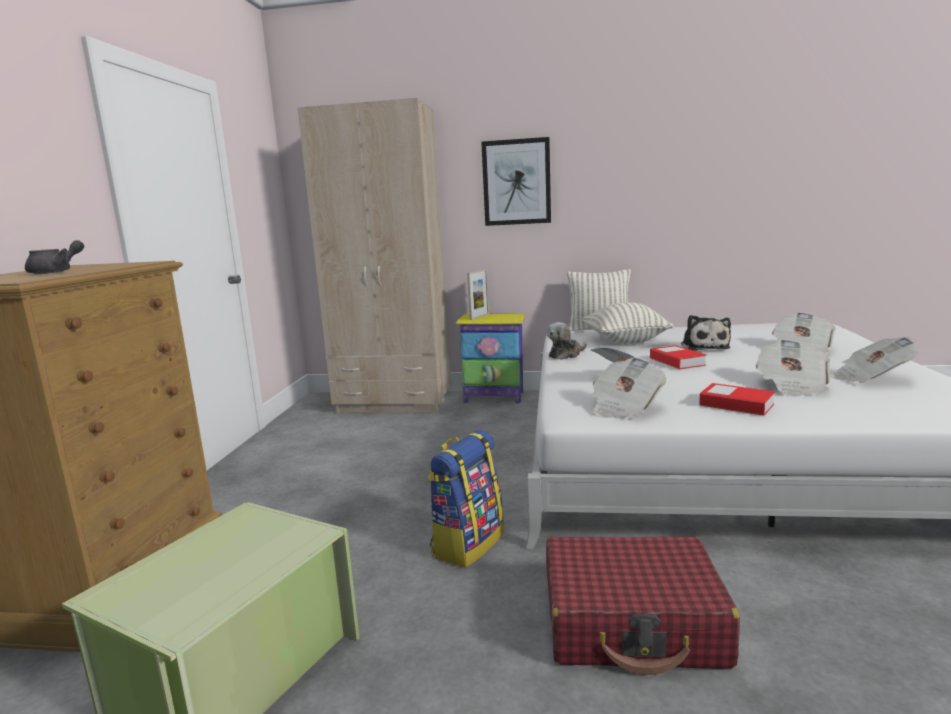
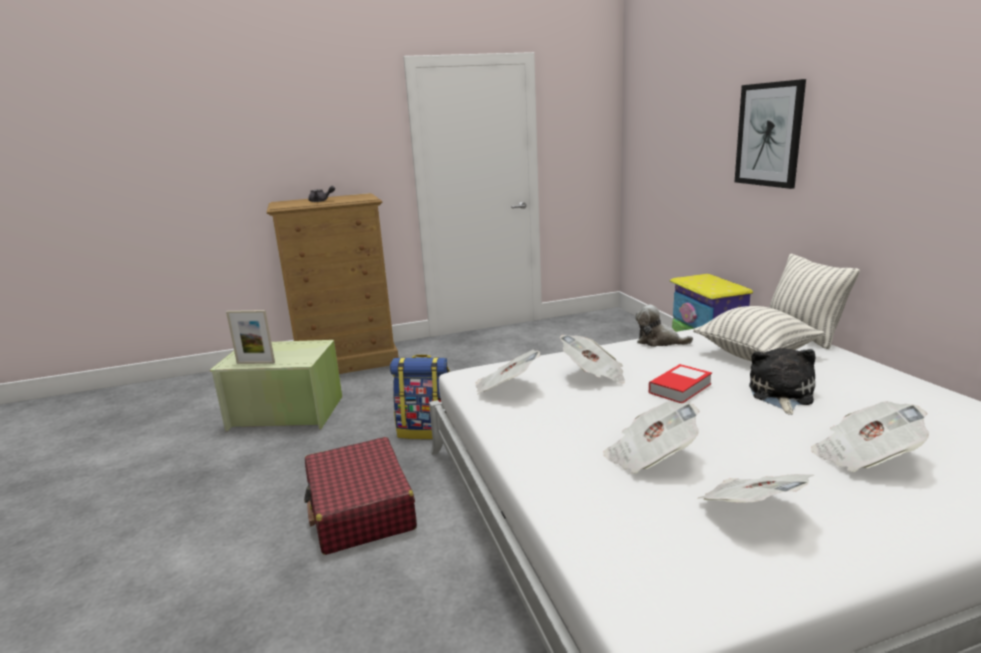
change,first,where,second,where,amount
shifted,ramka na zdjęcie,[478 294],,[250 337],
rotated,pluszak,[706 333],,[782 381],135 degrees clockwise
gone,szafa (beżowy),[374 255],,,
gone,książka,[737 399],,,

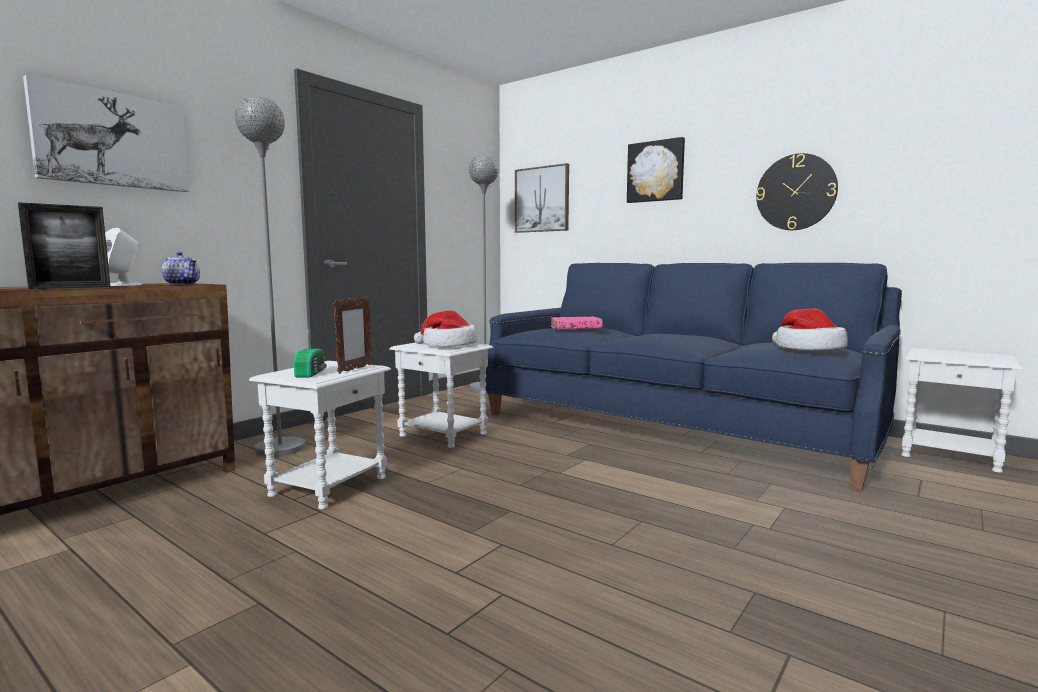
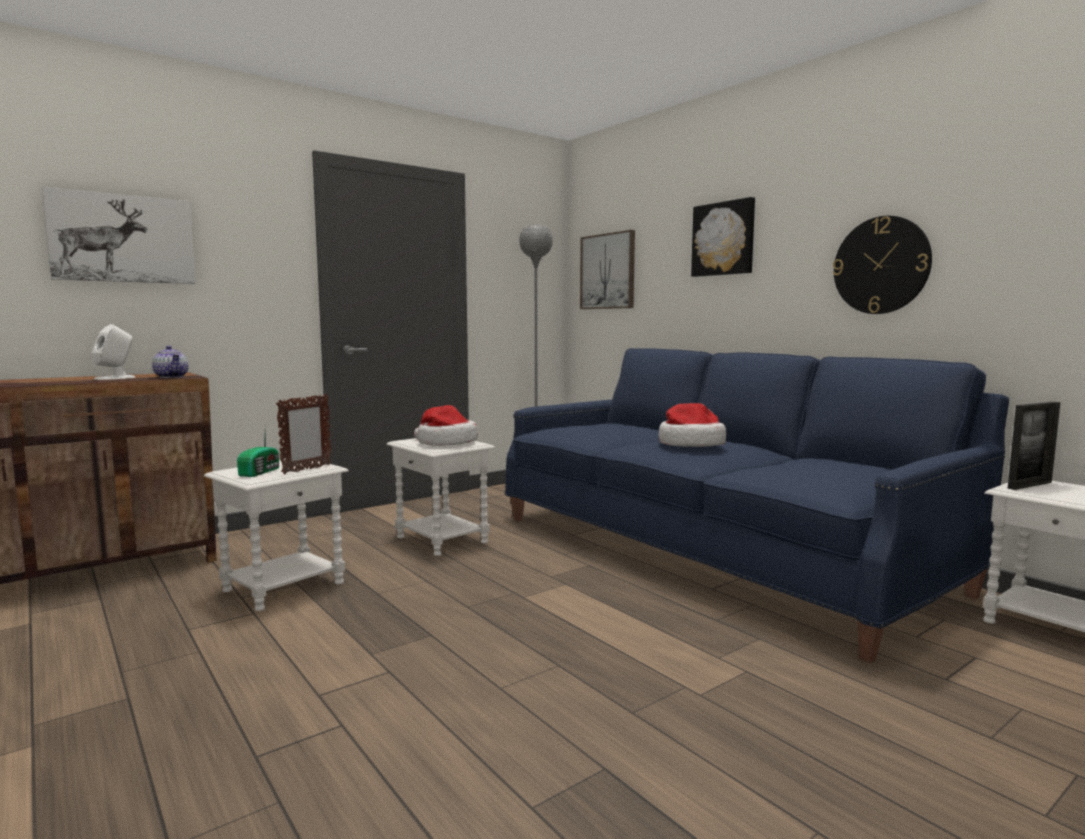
change,first,where,second,where,amount
shifted,kapelusz,[810 329],,[692 425],
shifted,ramka na zdjęcie,[64 245],,[1034 446],
gone,lampa stojąca (szary),[270 276],,,
gone,książka (różowy),[577 323],,,

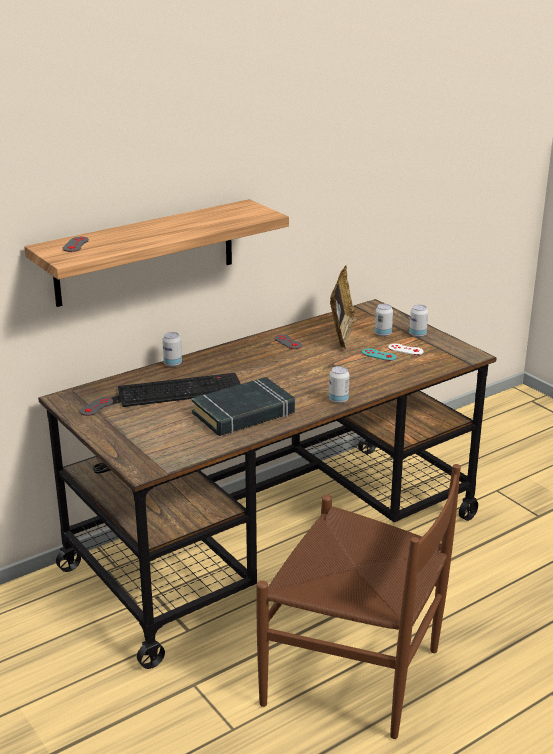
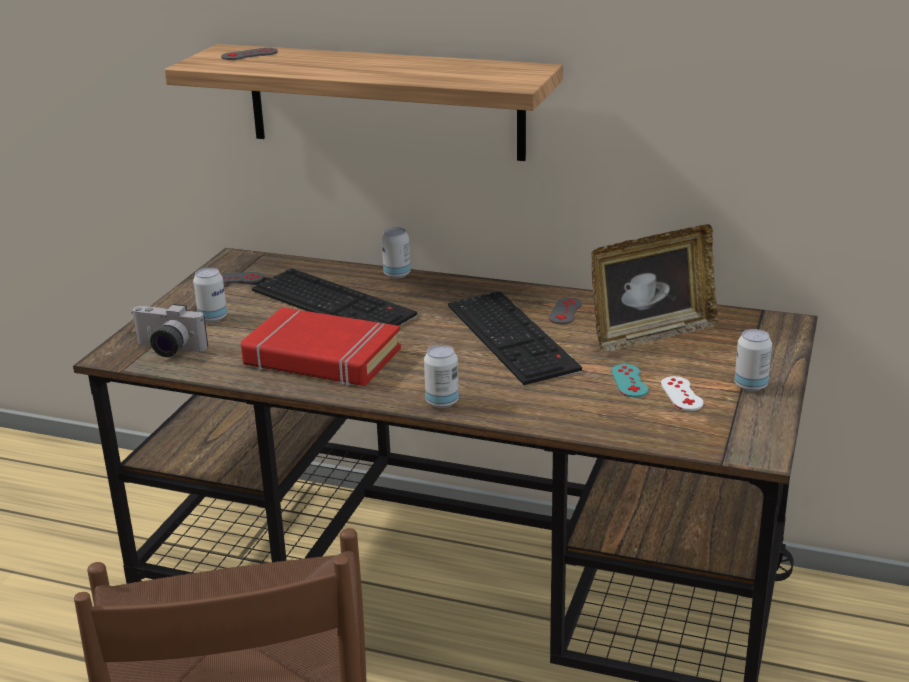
change,first,where,second,where,amount
new,,,aparat fotograficzny,[169 330],
shifted,puszka,[384 320],,[210 295],
repainted,książka (czarny),[243 406],książka (czerwony),[321 346],
new,,,klawiatura,[515 338],

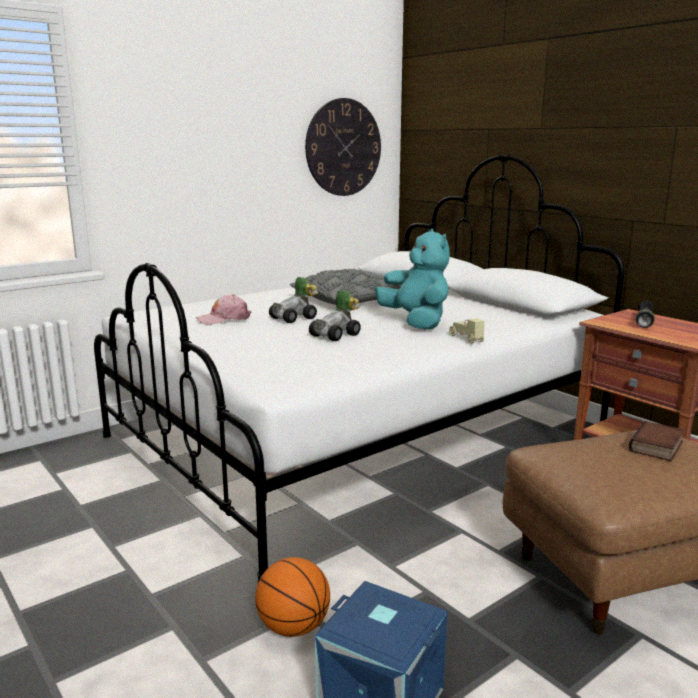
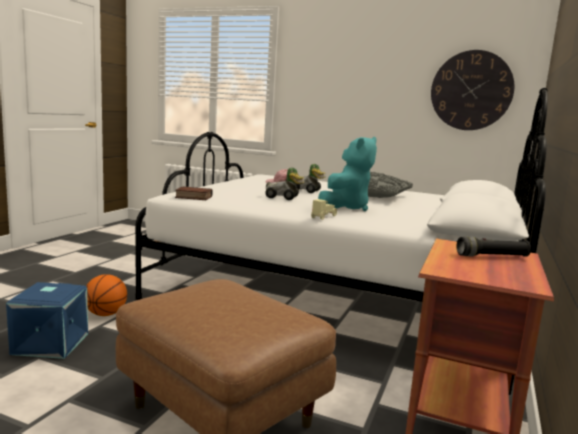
change,first,where,second,where,amount
shifted,książka,[657 441],,[194 193],

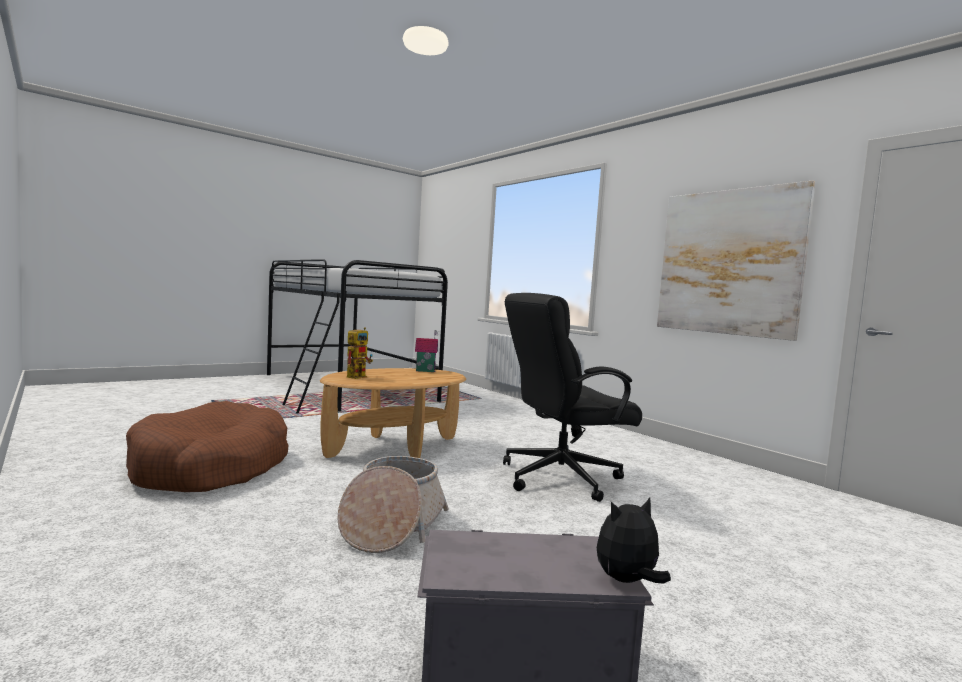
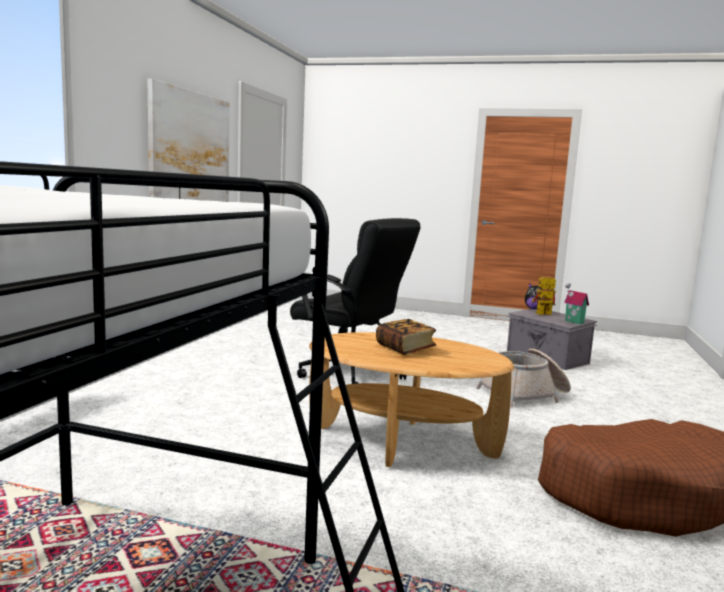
change,first,where,second,where,amount
new,,,książka,[406 337],
shifted,robot zabawkowy,[360 353],,[544 295],
shifted,domek,[426 351],,[576 303],

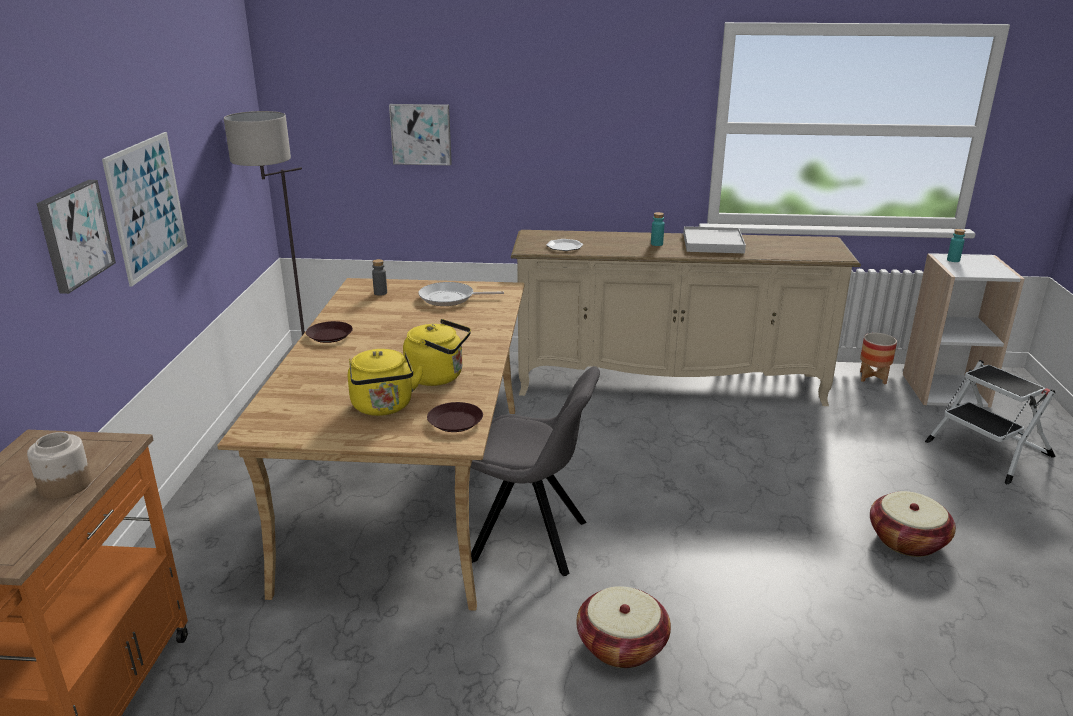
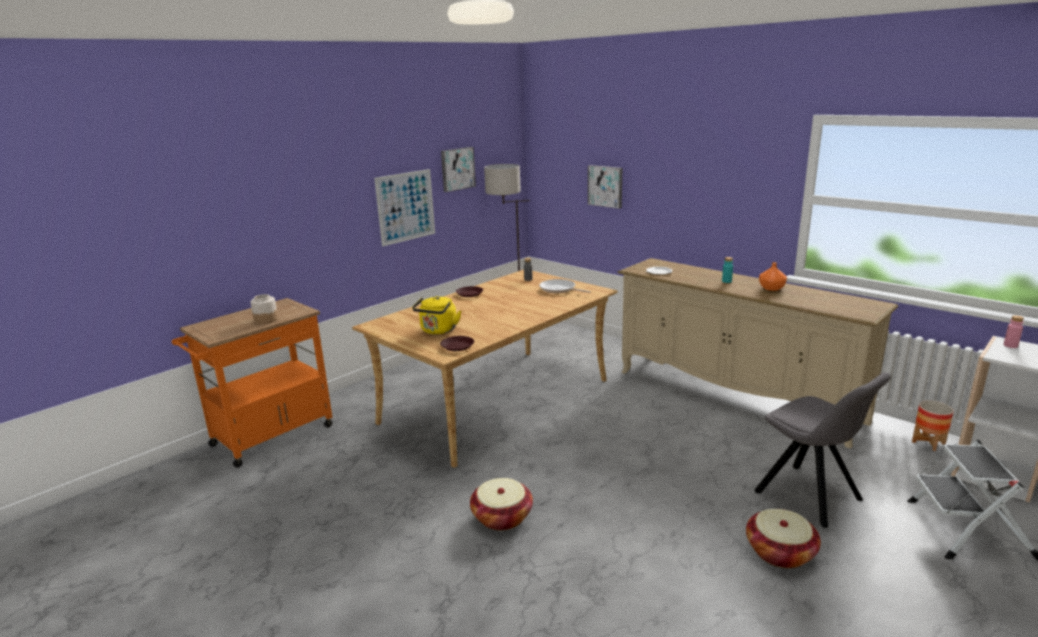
change,first,where,second,where,amount
shifted,obraz,[76 237],,[458 169],
shifted,krzesło (szary),[535 471],,[823 450],
swapped,taca (biały),[714 239],wazon (pomarańczowy),[773 276],
repainted,butelka (turkusowy),[956 245],butelka (różowy),[1013 331],
gone,czajnik (żółty),[437 352],,,

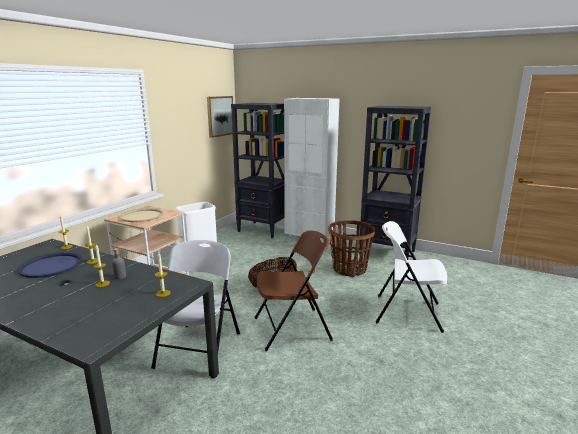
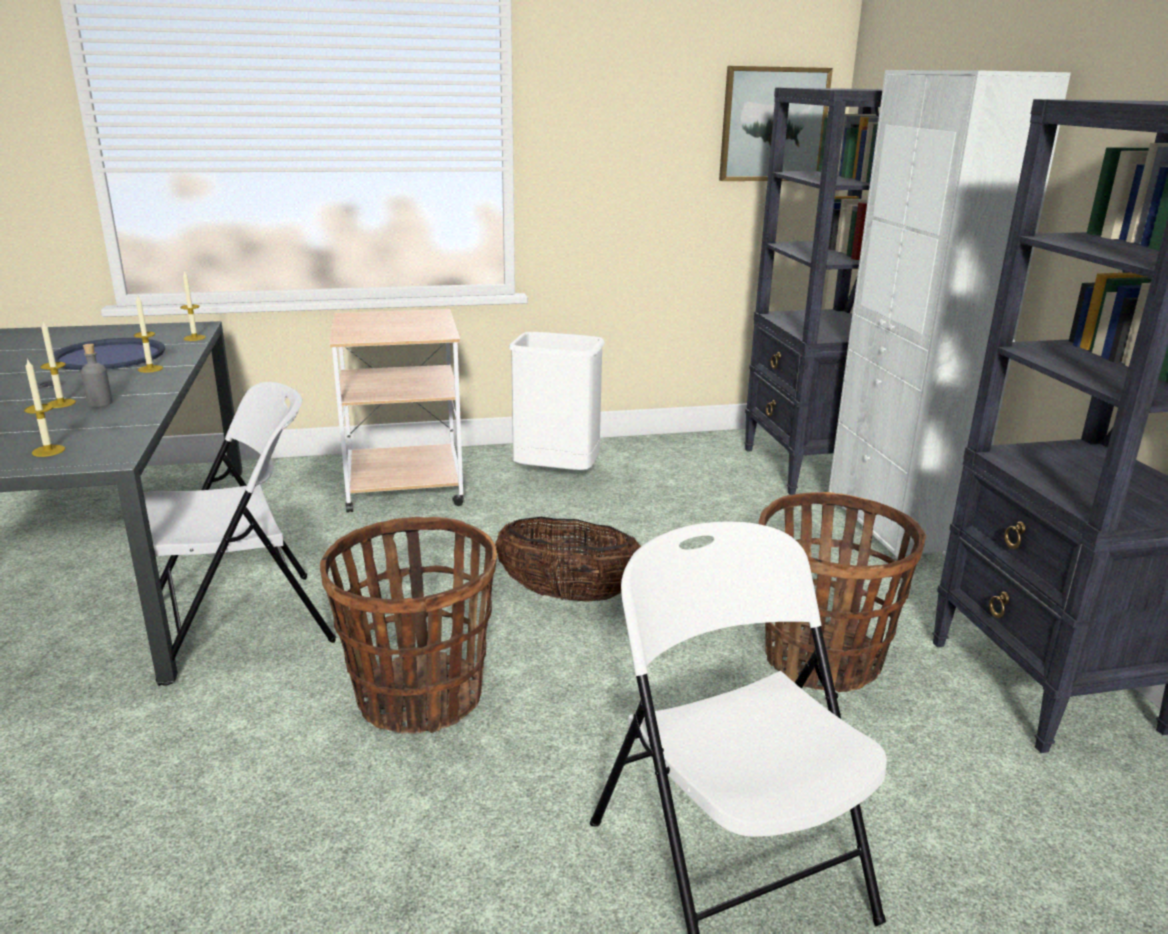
change,first,where,second,where,amount
swapped,krzesło (brązowy),[294 291],koszyk,[408 625],
gone,taca (beżowy),[142 215],,,

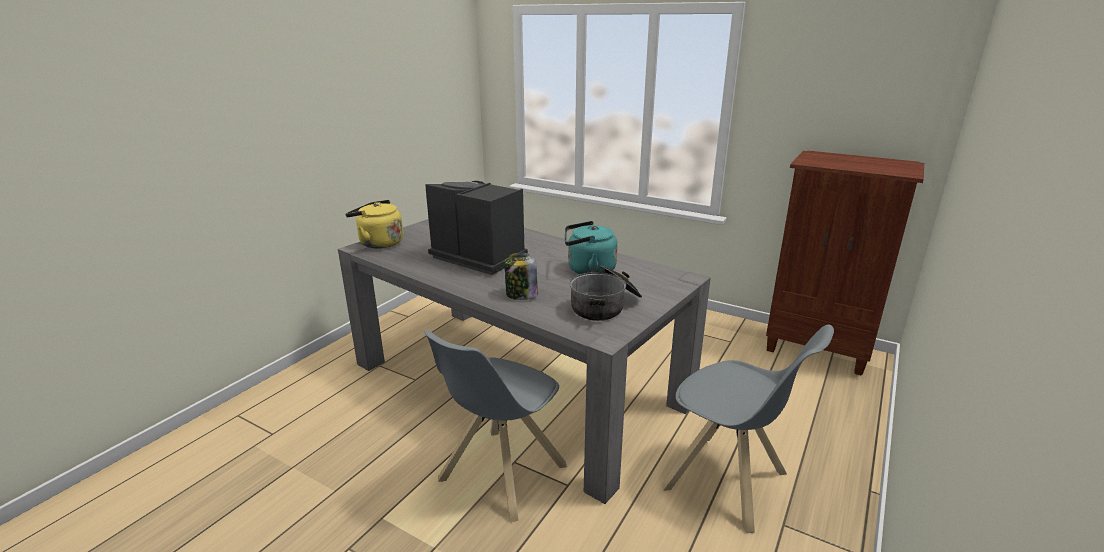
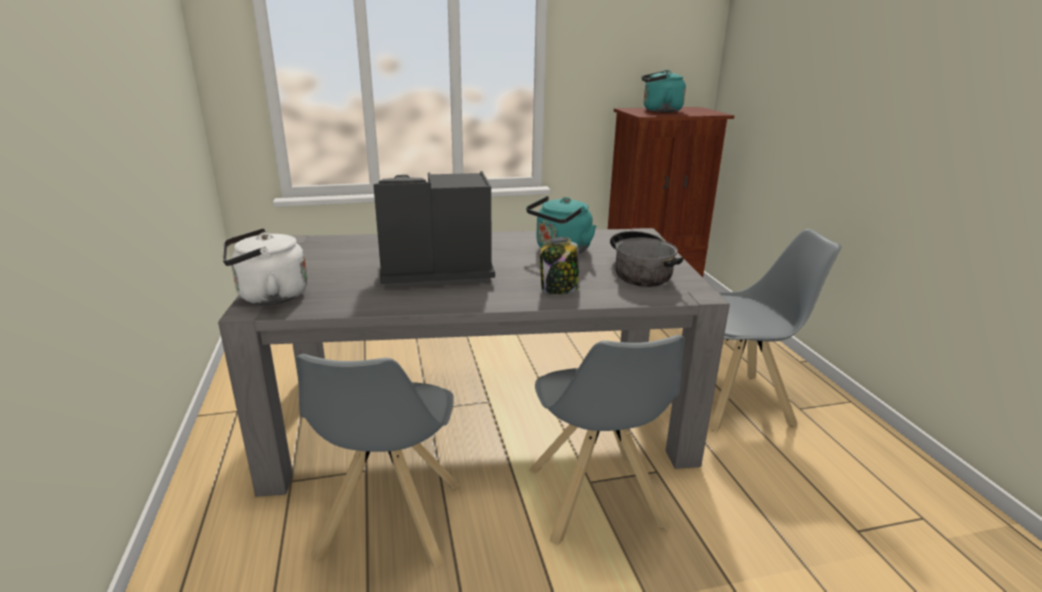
change,first,where,second,where,amount
repainted,czajnik (żółty),[374 224],czajnik (biały),[265 266],
new,,,krzesło (szary),[378 461],
new,,,czajnik (turkusowy),[664 91],

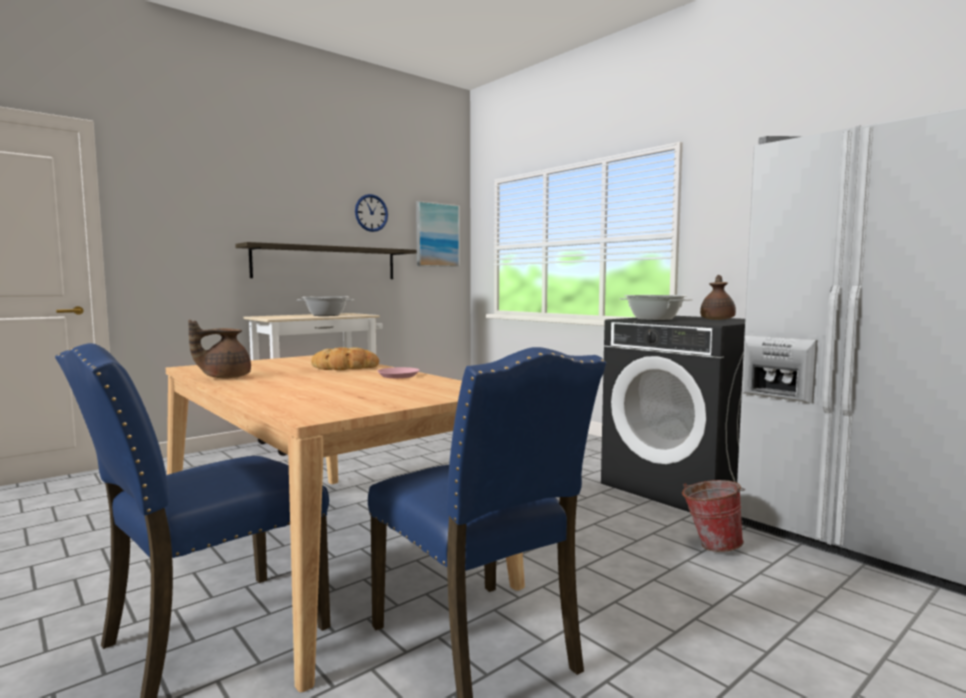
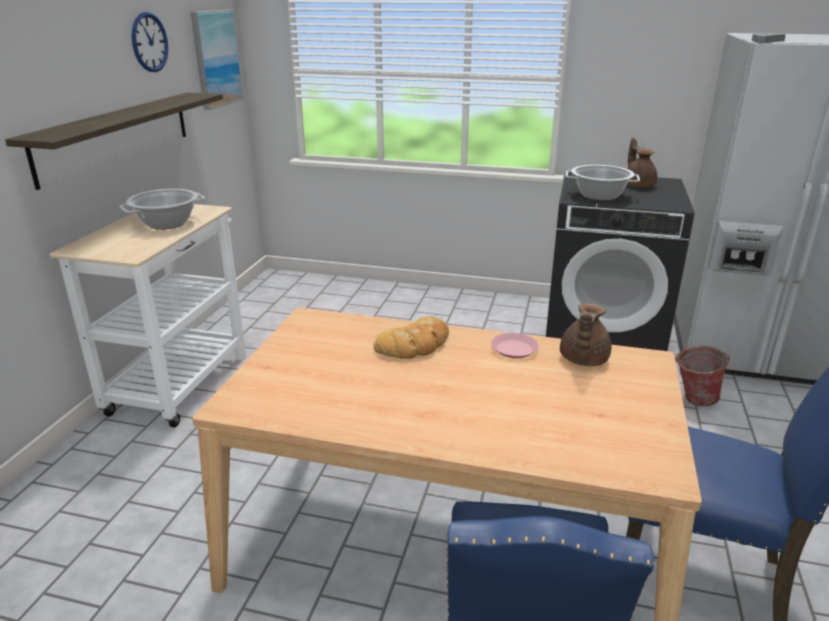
change,first,where,second,where,amount
shifted,imbryk (brązowy),[219 349],,[585 334],

